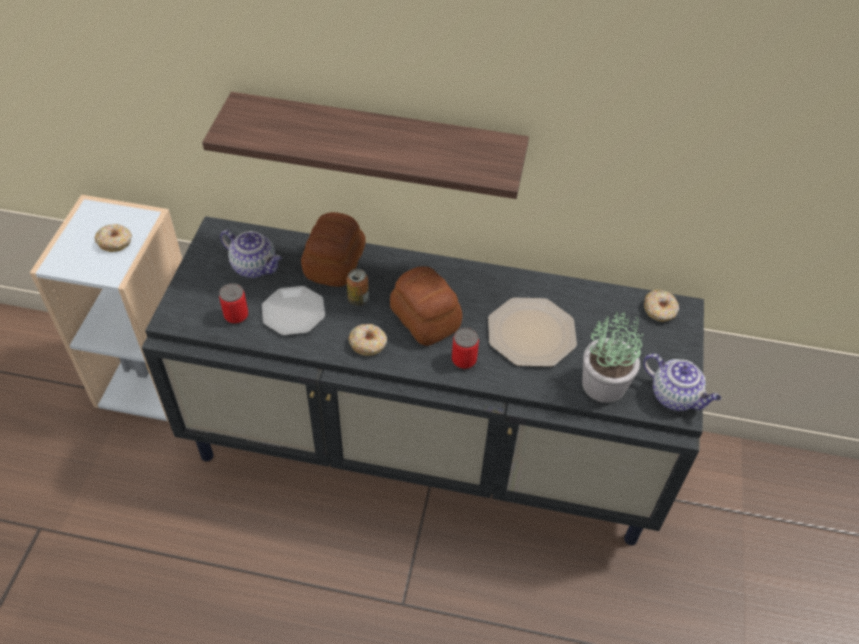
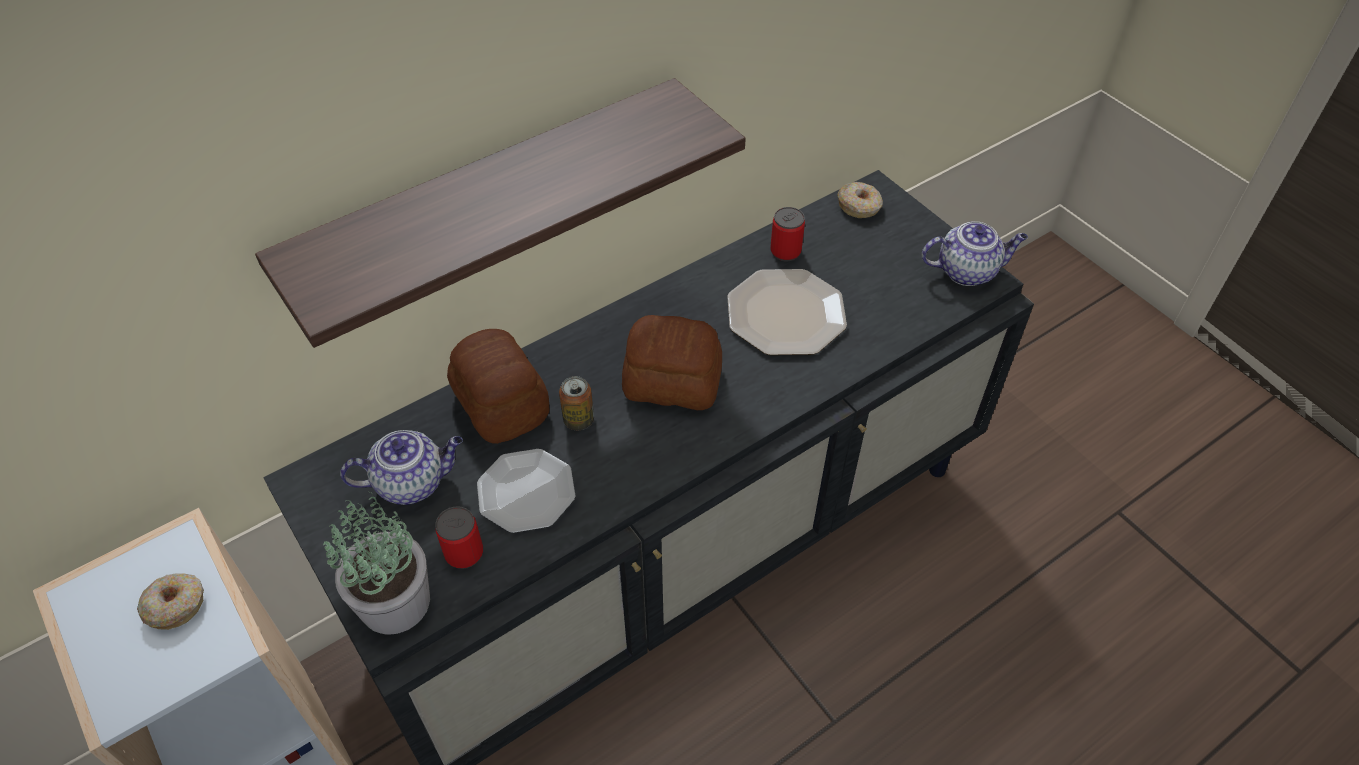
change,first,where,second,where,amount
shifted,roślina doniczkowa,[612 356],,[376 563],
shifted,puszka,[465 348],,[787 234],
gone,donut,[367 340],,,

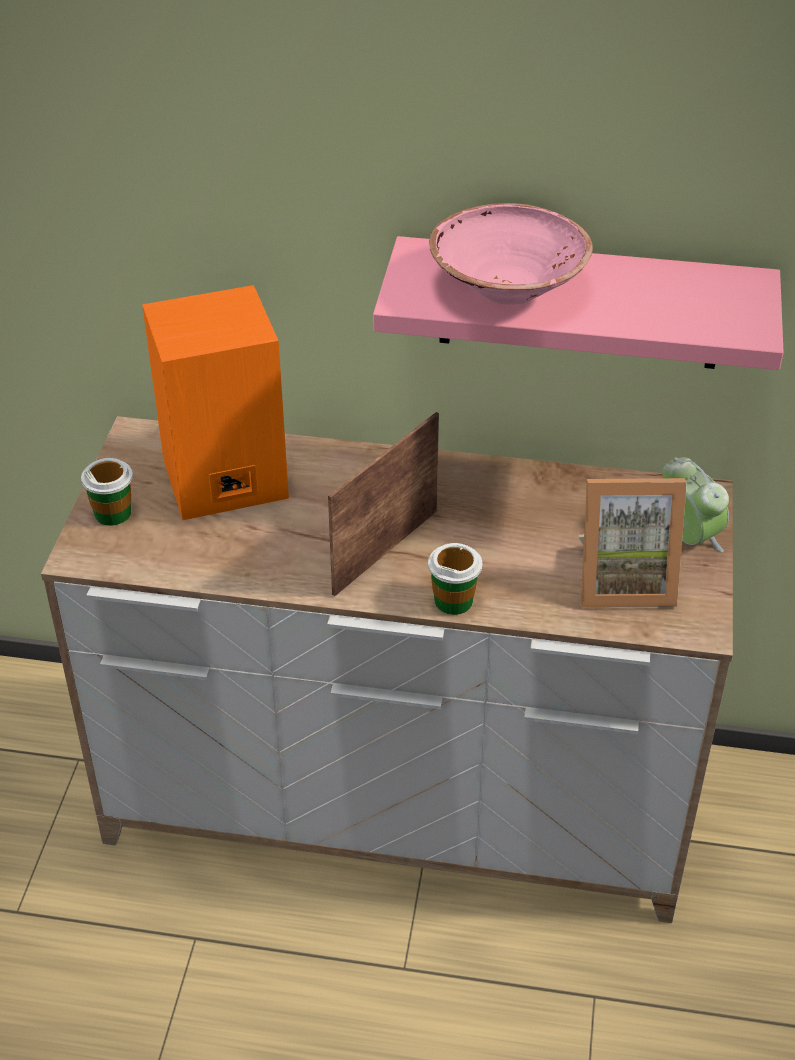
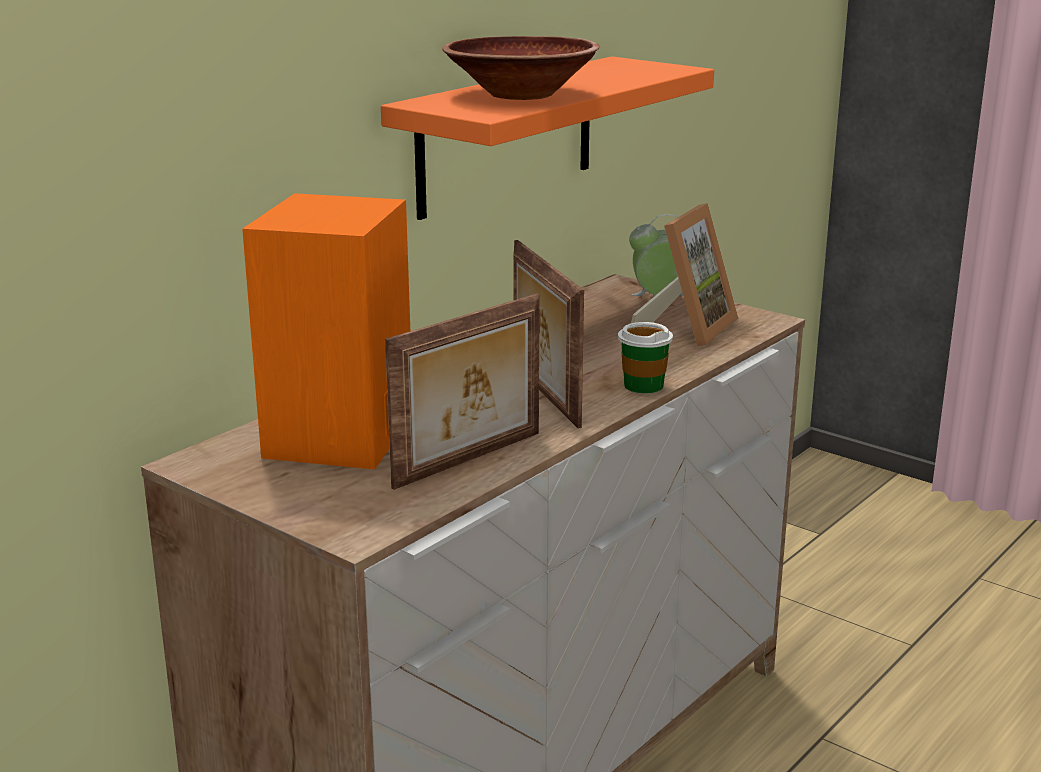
change,first,where,second,where,amount
repainted,półka (różowy),[578 303],półka (pomarańczowy),[547 138],
new,,,ramka na zdjęcie,[462 391],
repainted,miska (różowy),[511 254],miska (brązowy),[520 68],
gone,filiżanka,[107 492],,,

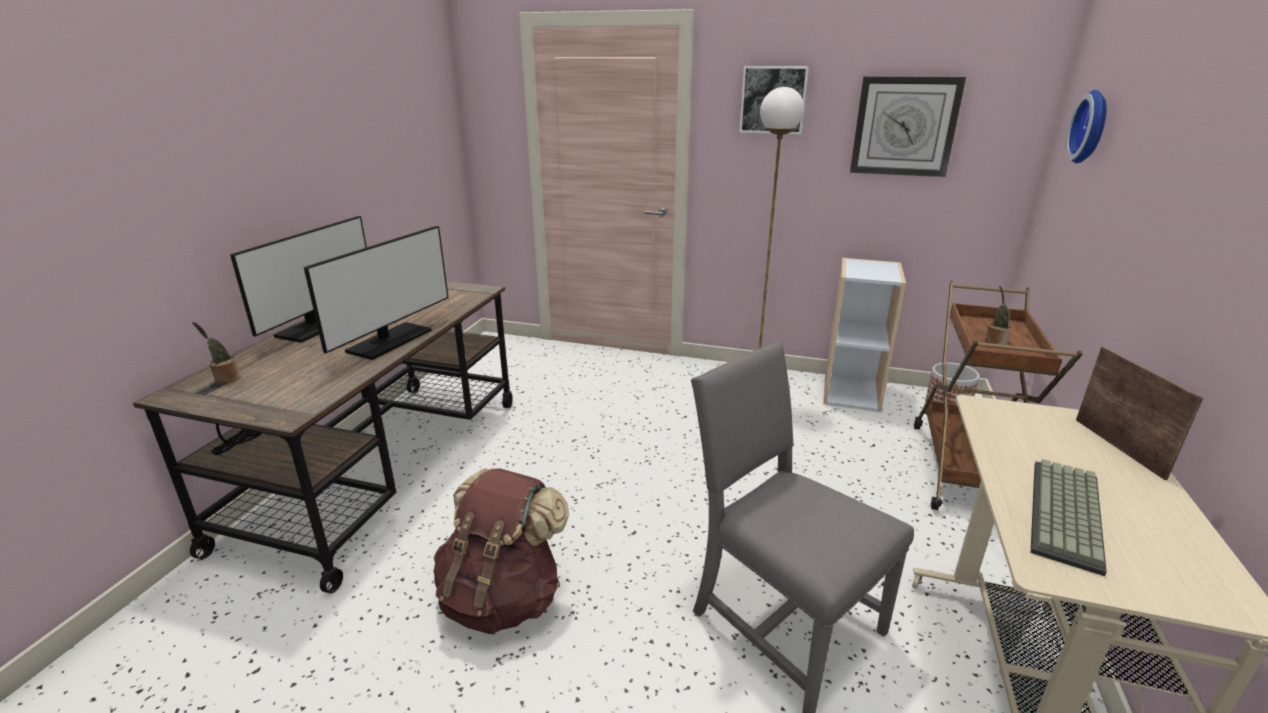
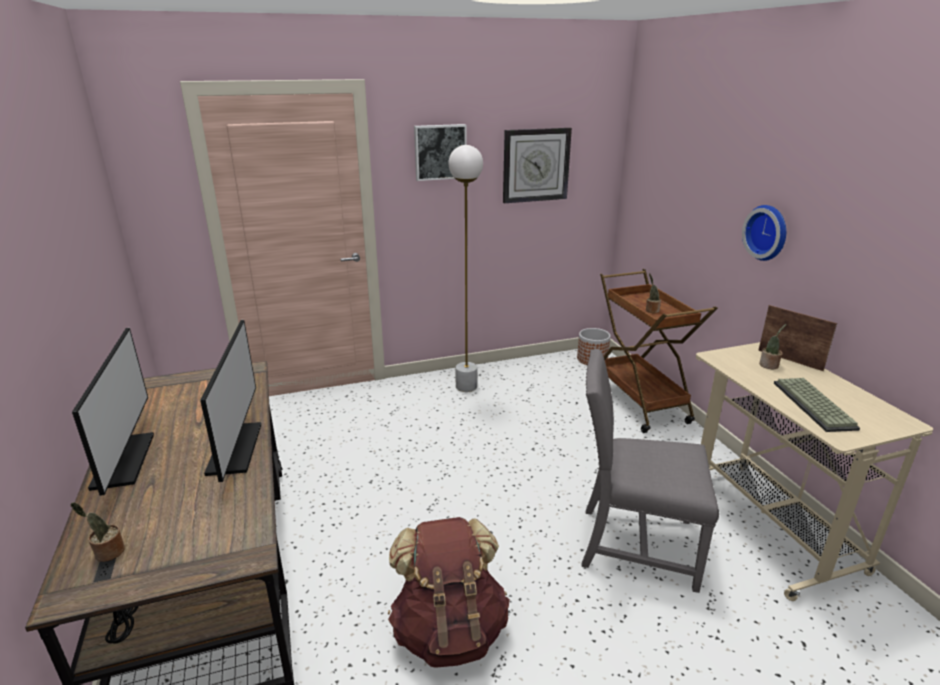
change,first,where,second,where,amount
shifted,zegar ścienny,[1086 126],,[764 233],
new,,,roślina doniczkowa,[772 346],
gone,regał,[864 335],,,

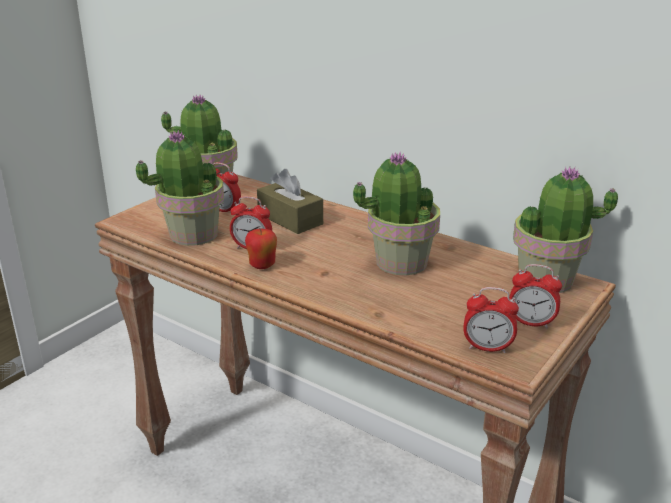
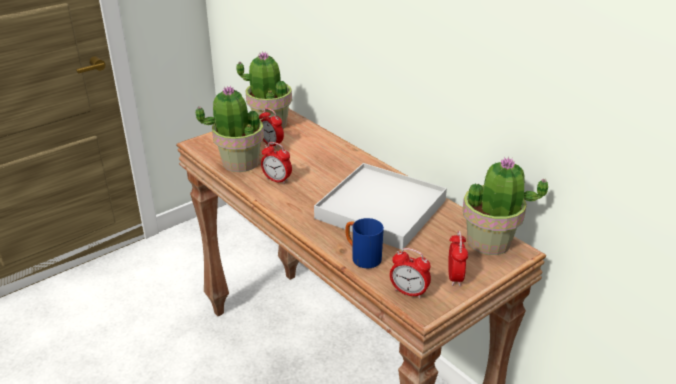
change,first,where,second,where,amount
swapped,roślina doniczkowa,[396 213],taca (biały),[380 206],
new,,,kubek (niebieski),[365 243],
rotated,budzik,[535 296],,[458 258],120 degrees counterclockwise
gone,jabłko,[261 248],,,
gone,pudełko chusteczek (brązowy),[290 201],,,

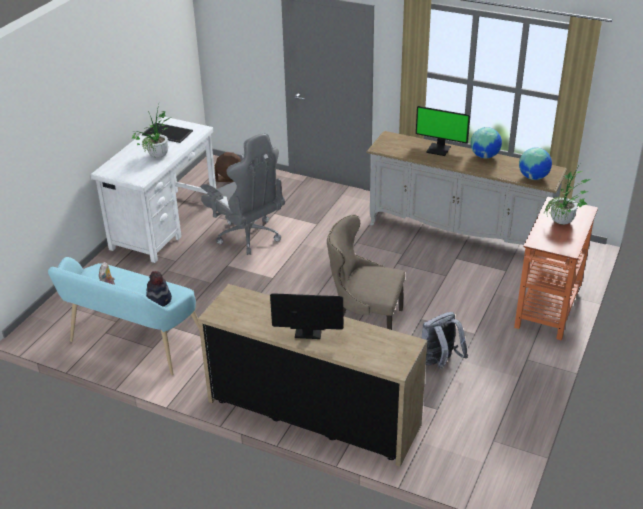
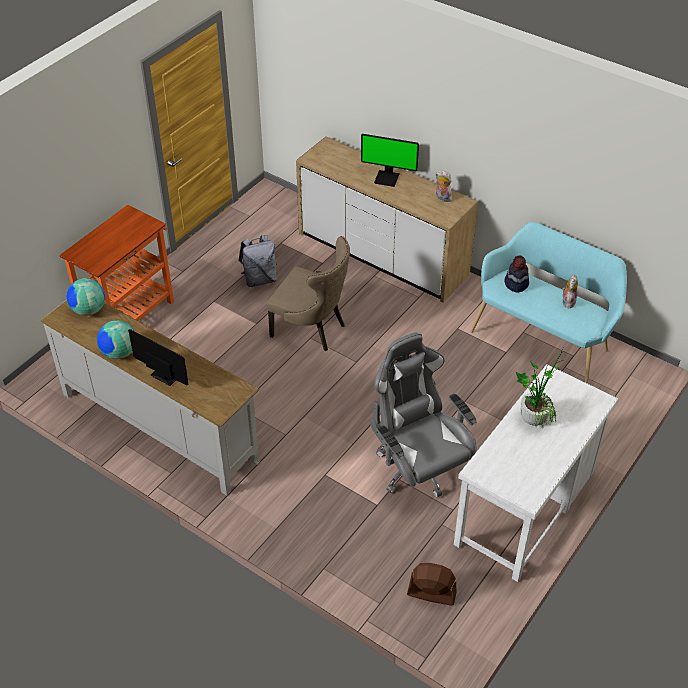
change,first,where,second,where,amount
new,,,pluszak,[443 186],
gone,taca,[167 132],,,
gone,roślina doniczkowa,[567 194],,,

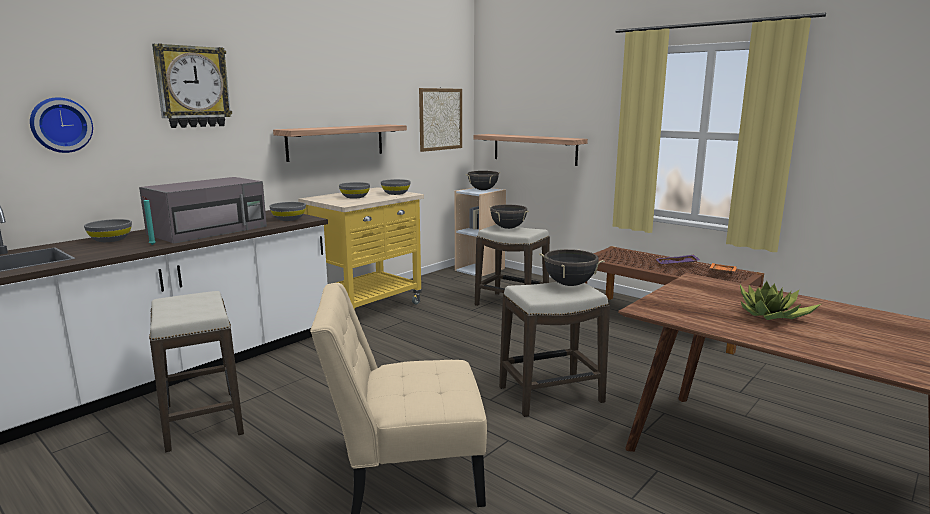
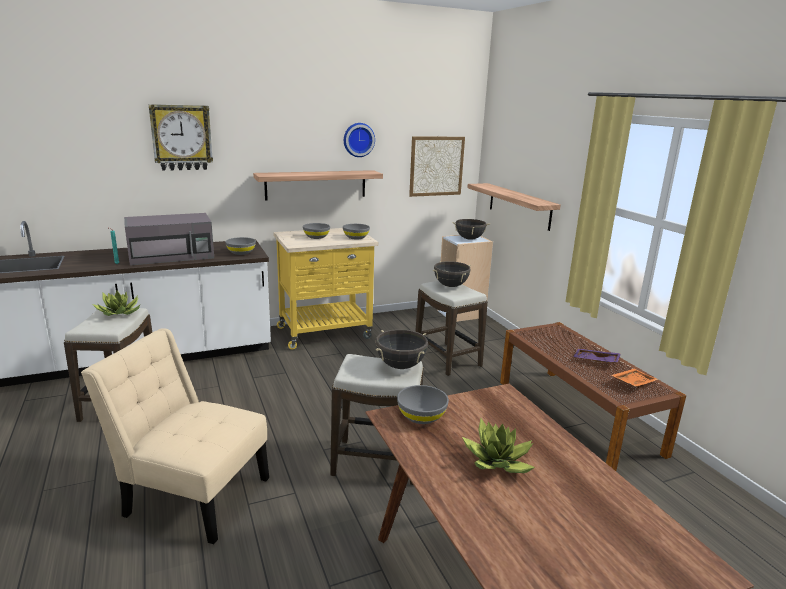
change,first,where,second,where,amount
new,,,roślina doniczkowa,[116 303],
shifted,zegar ścienny,[61 125],,[359 140],
shifted,miska (szary),[108 230],,[423 404],

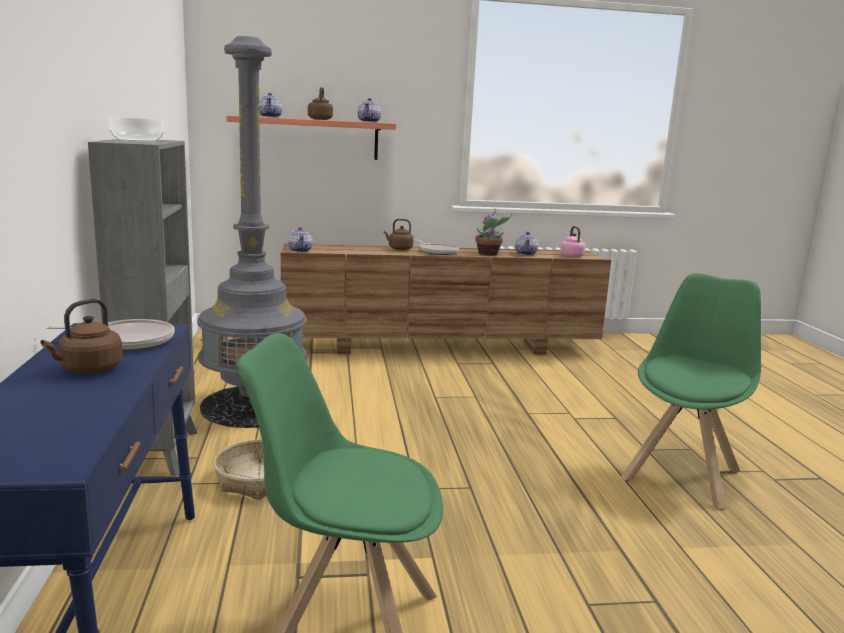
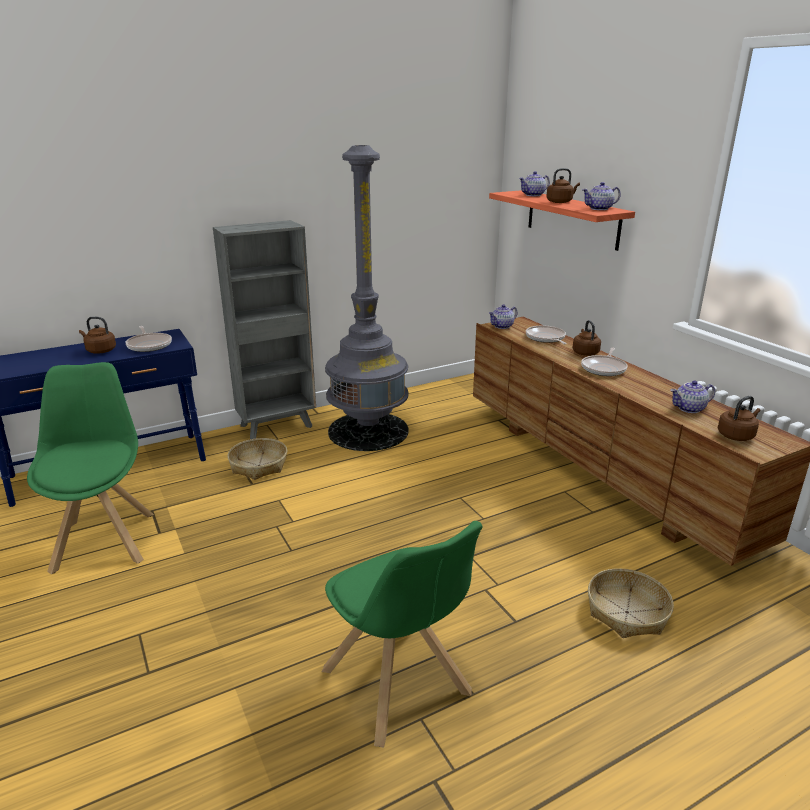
change,first,where,second,where,amount
rotated,krzesło (zielony),[691 391],,[402 634],45 degrees clockwise
new,,,patelnia,[546 335],
new,,,koszyk,[631 603],
repainted,czajnik (różowy),[572 242],czajnik (brązowy),[739 418],
gone,miska,[136 130],,,
gone,roślina doniczkowa,[494 232],,,

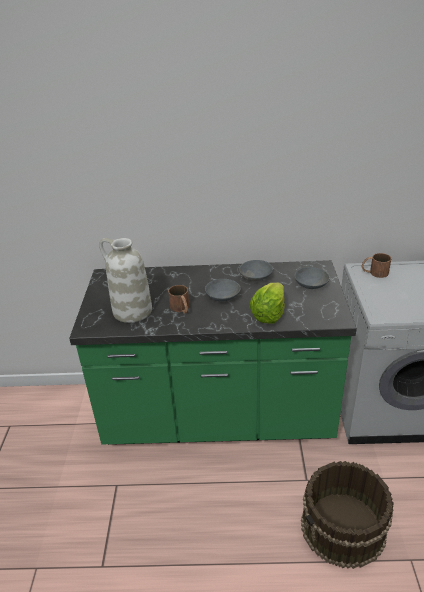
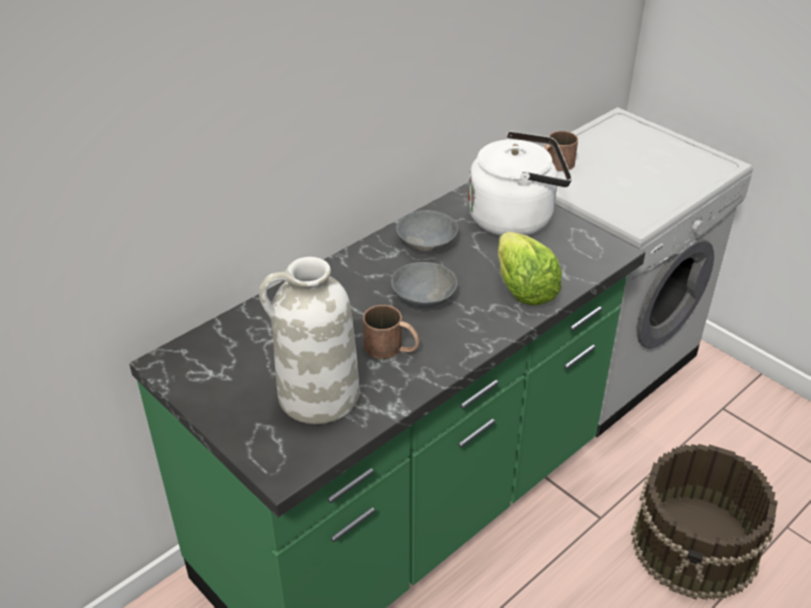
change,first,where,second,where,amount
swapped,miska (szary),[312 278],czajnik (biały),[520 183],

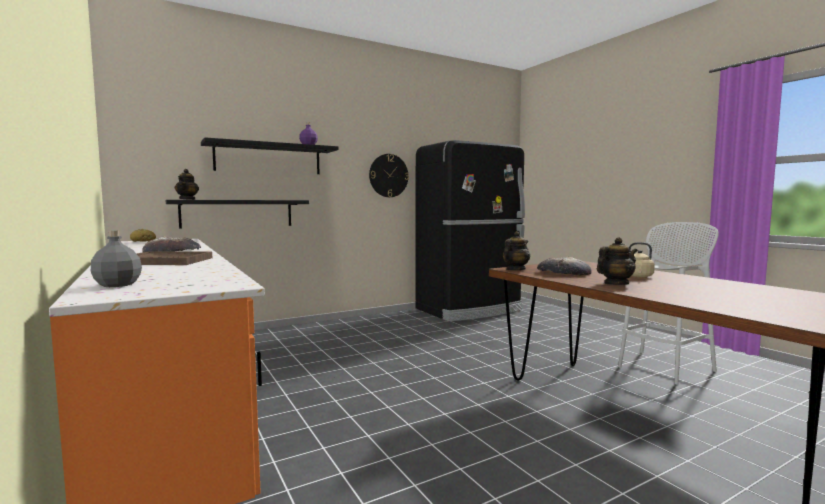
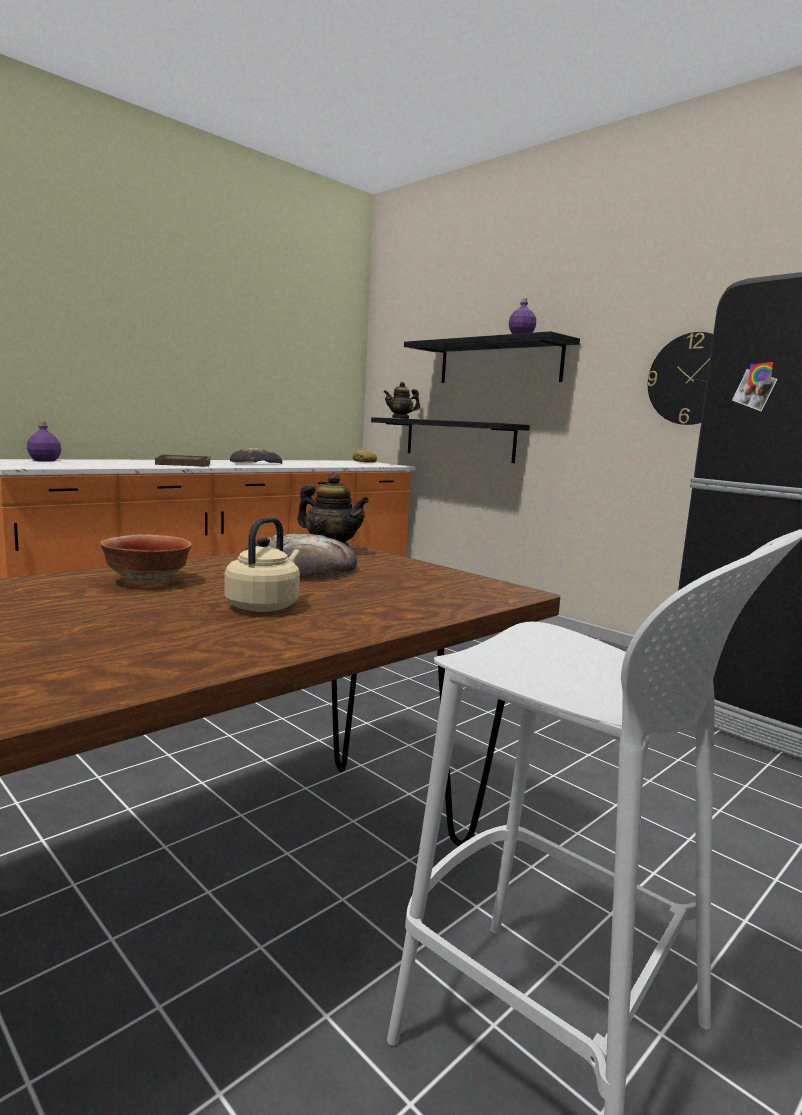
change,first,where,second,where,amount
repainted,butelka (szary),[116 258],butelka (fioletowy),[44 442],
swapped,imbryk,[617 261],miska,[146 559],

